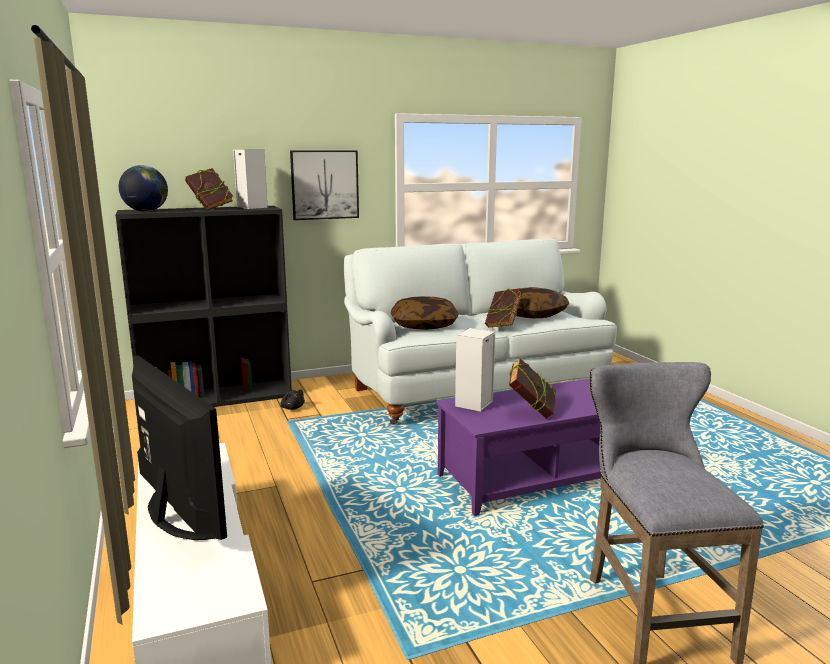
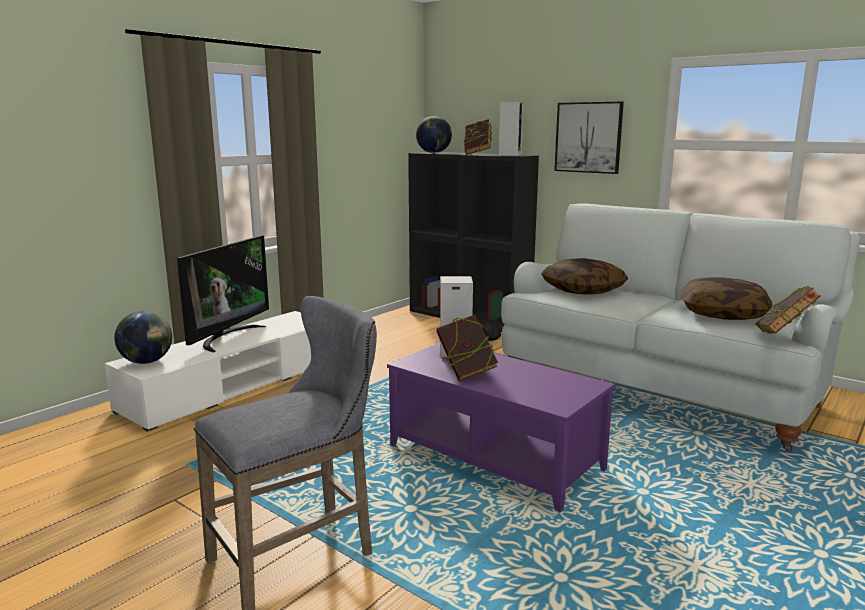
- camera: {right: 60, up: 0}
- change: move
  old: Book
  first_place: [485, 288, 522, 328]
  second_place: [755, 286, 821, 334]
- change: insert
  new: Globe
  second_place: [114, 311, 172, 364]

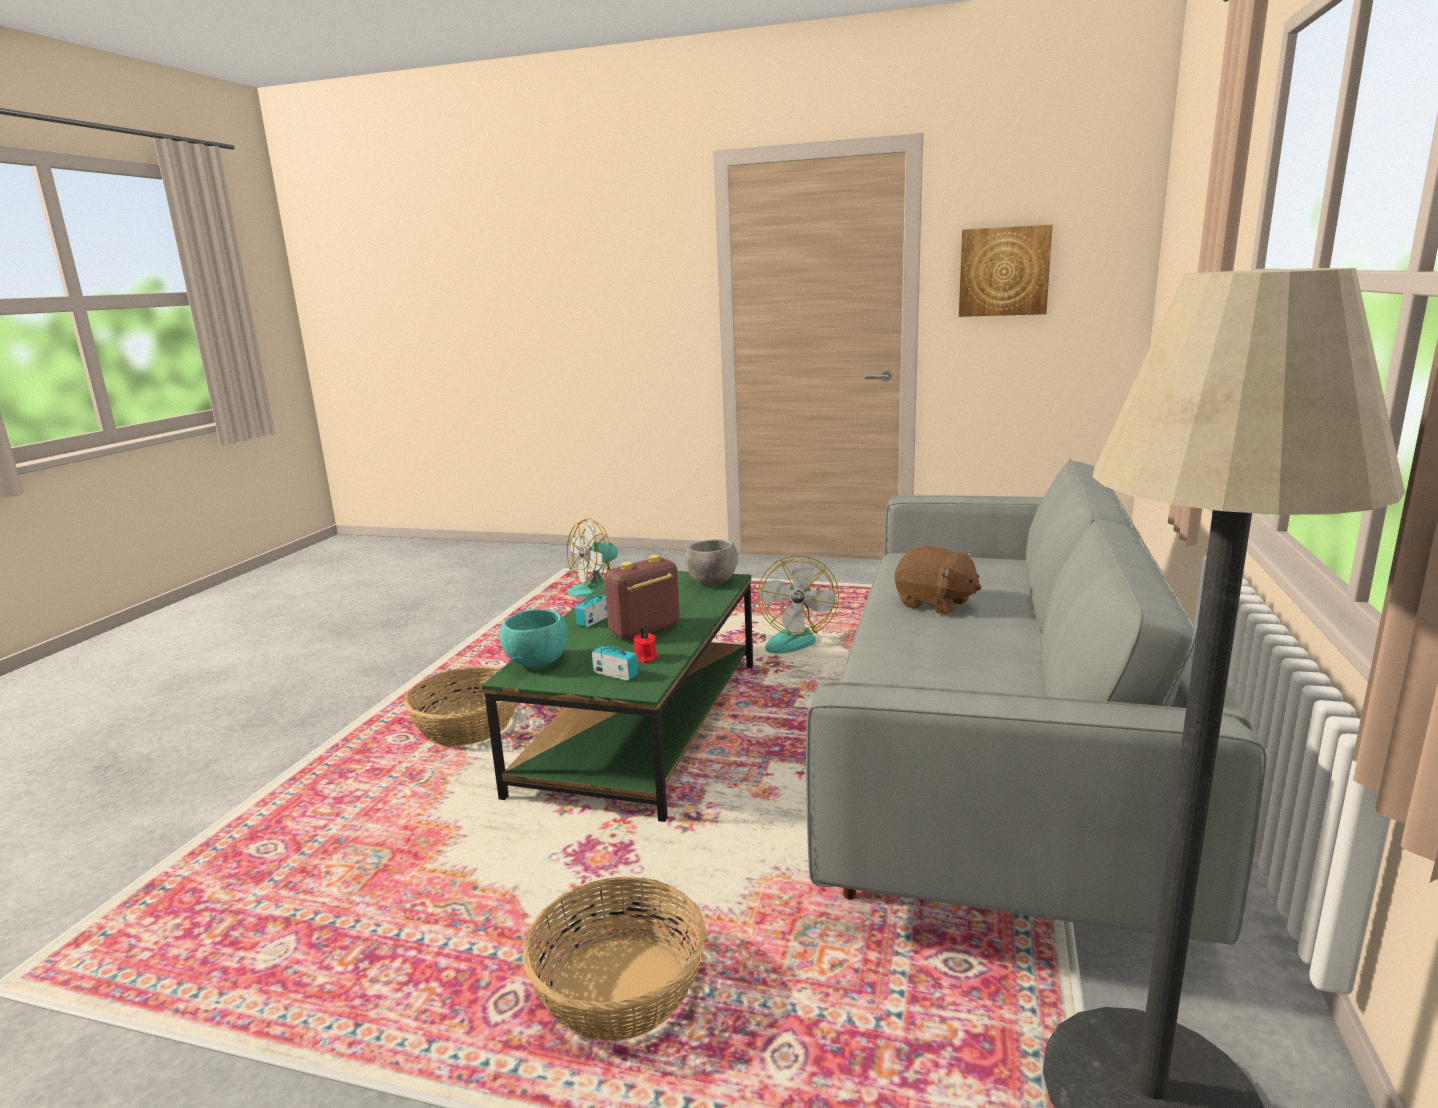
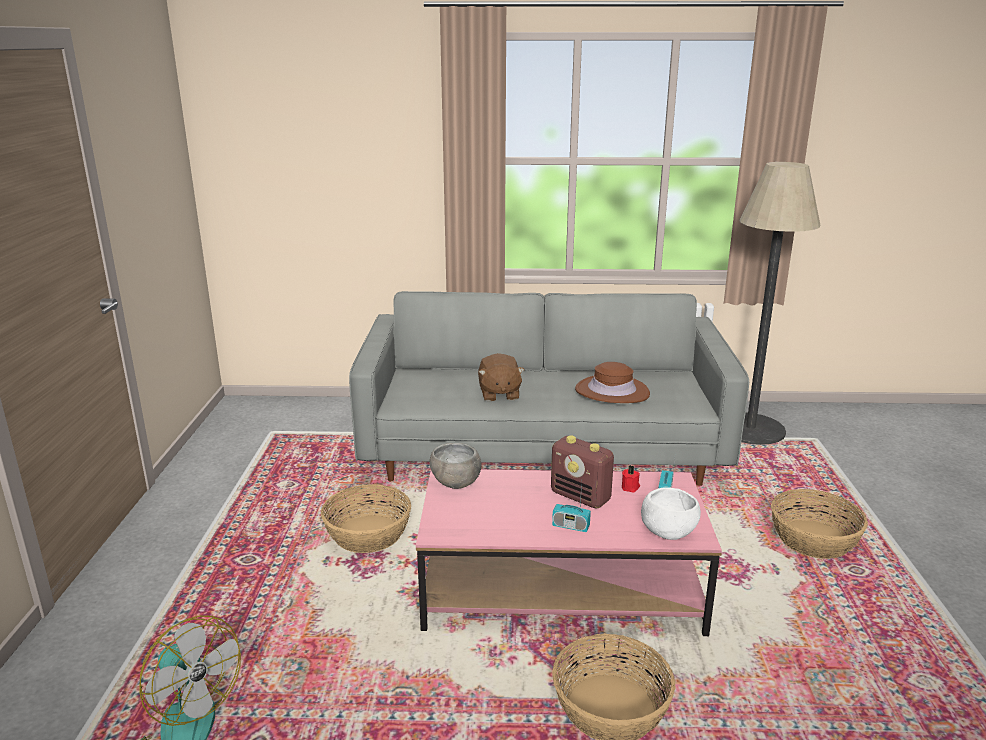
- camera: {right: -105, up: 5}
- change: delete
  old: WallArt
  first_place: [959, 225, 1053, 317]
- change: rotate
  old: BrownCuddlyToy
  first_place: [895, 546, 981, 615]
  second_place: [478, 353, 525, 401]
  degrees: 150
- change: replace
  old: Fan
  new: StorageBasket
  first_place: [758, 555, 839, 654]
  second_place: [321, 484, 411, 553]
- change: recolor
  old: GreenColouredLowTable
  new: PinkColouredLowTable
  first_place: [482, 571, 753, 822]
  second_place: [416, 470, 722, 636]
- change: recolor
  old: BlueGreenServingBowl
  new: WhiteColouredServingBowl
  first_place: [500, 609, 568, 667]
  second_place: [641, 487, 701, 540]
- change: insert
  new: BrownClothingHat
  second_place: [575, 362, 650, 403]

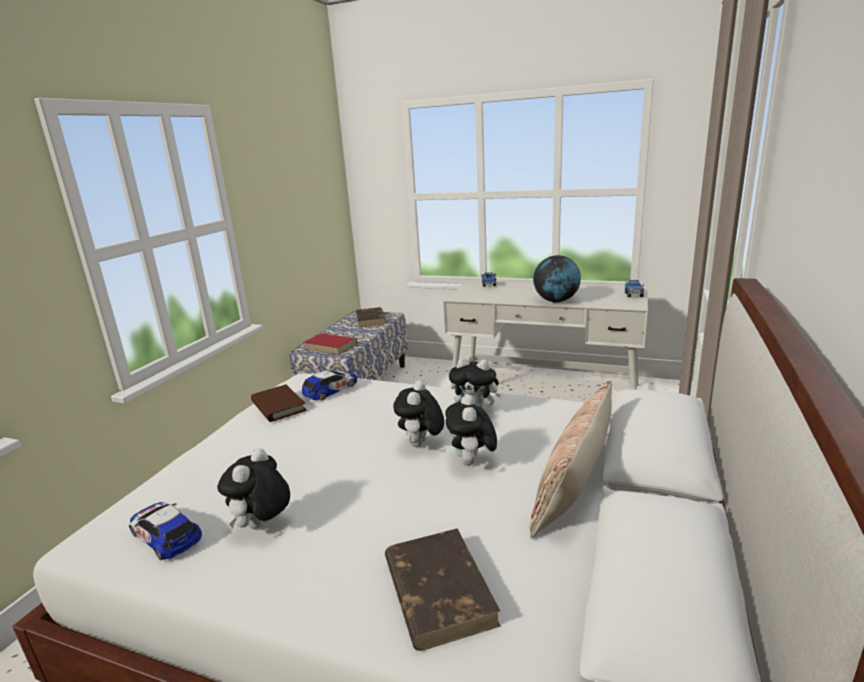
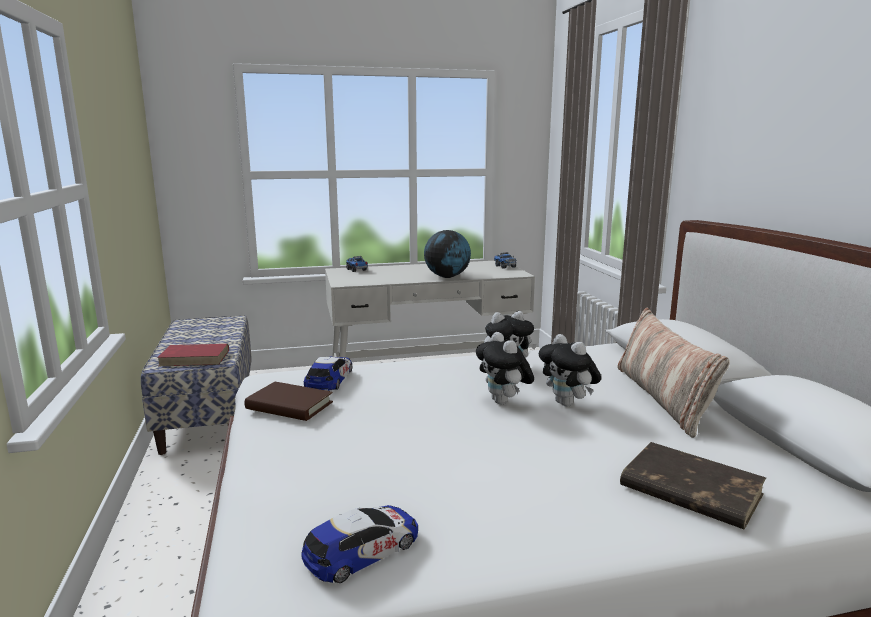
- camera: {right: -35, up: -5}
- change: delete
  old: BrownBook
  first_place: [356, 307, 387, 327]
- change: delete
  old: CuddlyToy
  first_place: [217, 448, 290, 529]
- change: rotate
  old: ModelCar
  first_place: [129, 502, 202, 560]
  second_place: [301, 505, 418, 583]
  degrees: 135

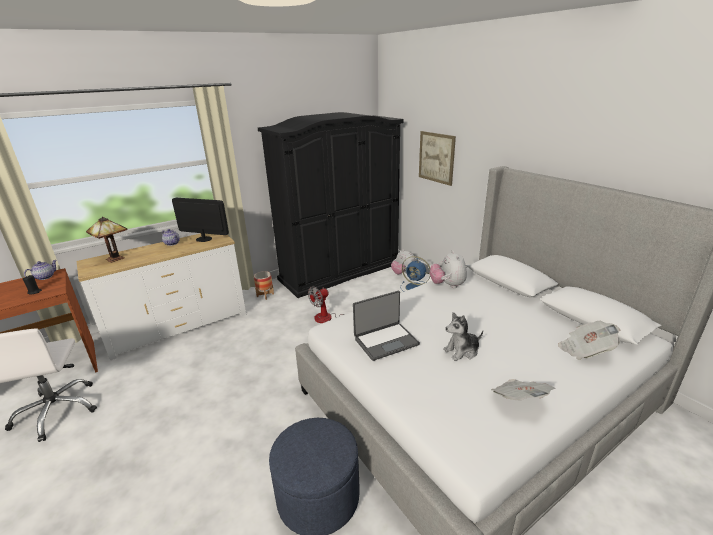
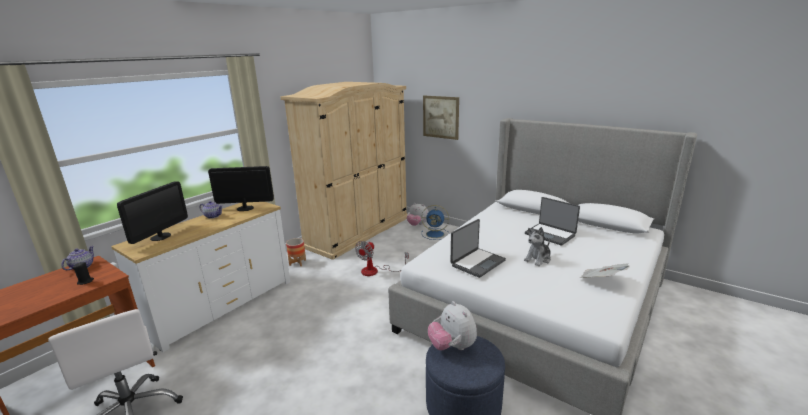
- camera: {right: -20, up: -5}
- change: recolor
  old: BlackColouredWardrobe
  new: SandColouredWardrobe
  first_place: [258, 112, 404, 298]
  second_place: [280, 82, 408, 260]
- change: replace
  old: TableLamp
  new: ComputerDisplay
  first_place: [86, 217, 128, 263]
  second_place: [117, 181, 188, 244]
- change: move
  old: CuddlyToy
  first_place: [430, 250, 467, 288]
  second_place: [428, 301, 477, 350]
- change: delete
  old: DailyPaper
  first_place: [558, 321, 620, 360]
- change: insert
  new: Laptop
  second_place: [525, 197, 580, 246]

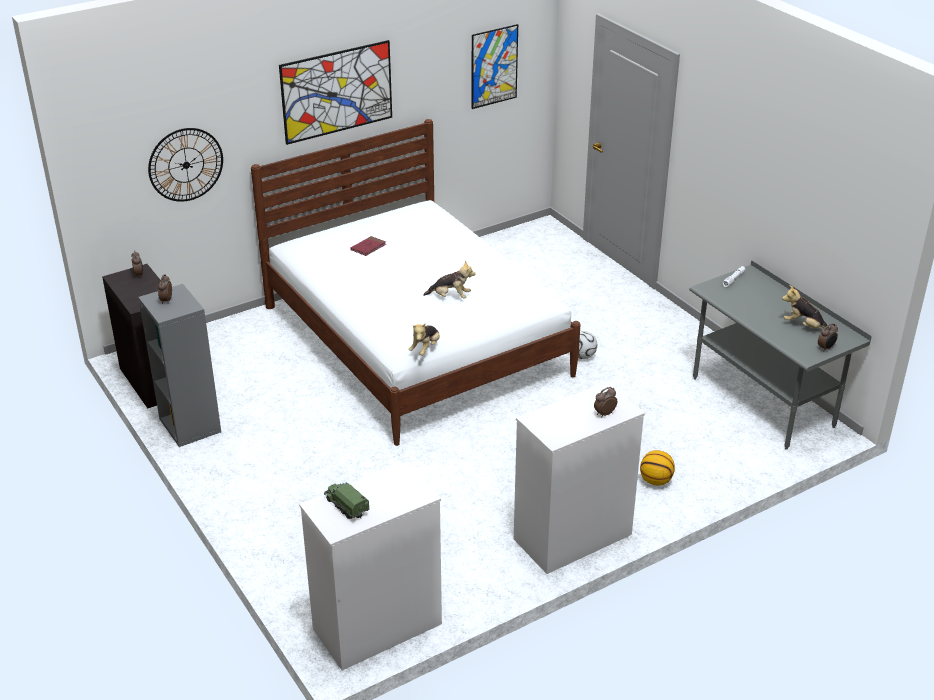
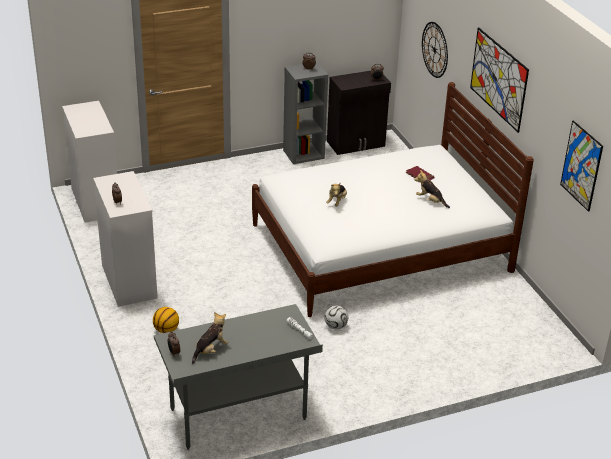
- camera: {right: 100, up: 0}
- change: move
  old: CuddlyToy
  first_place: [409, 323, 440, 356]
  second_place: [414, 170, 450, 208]
- change: delete
  old: ToyLorry
  first_place: [324, 483, 370, 519]

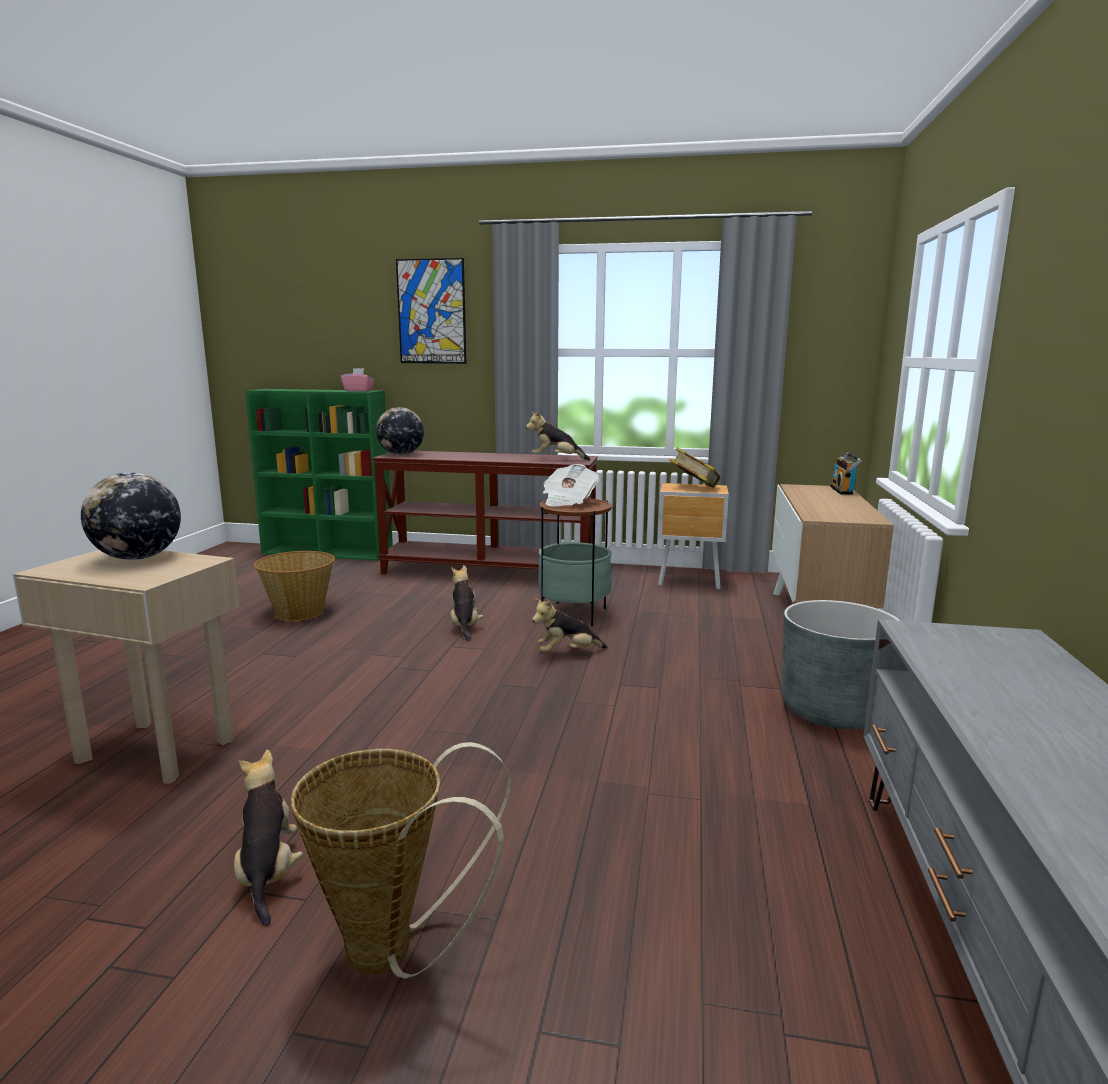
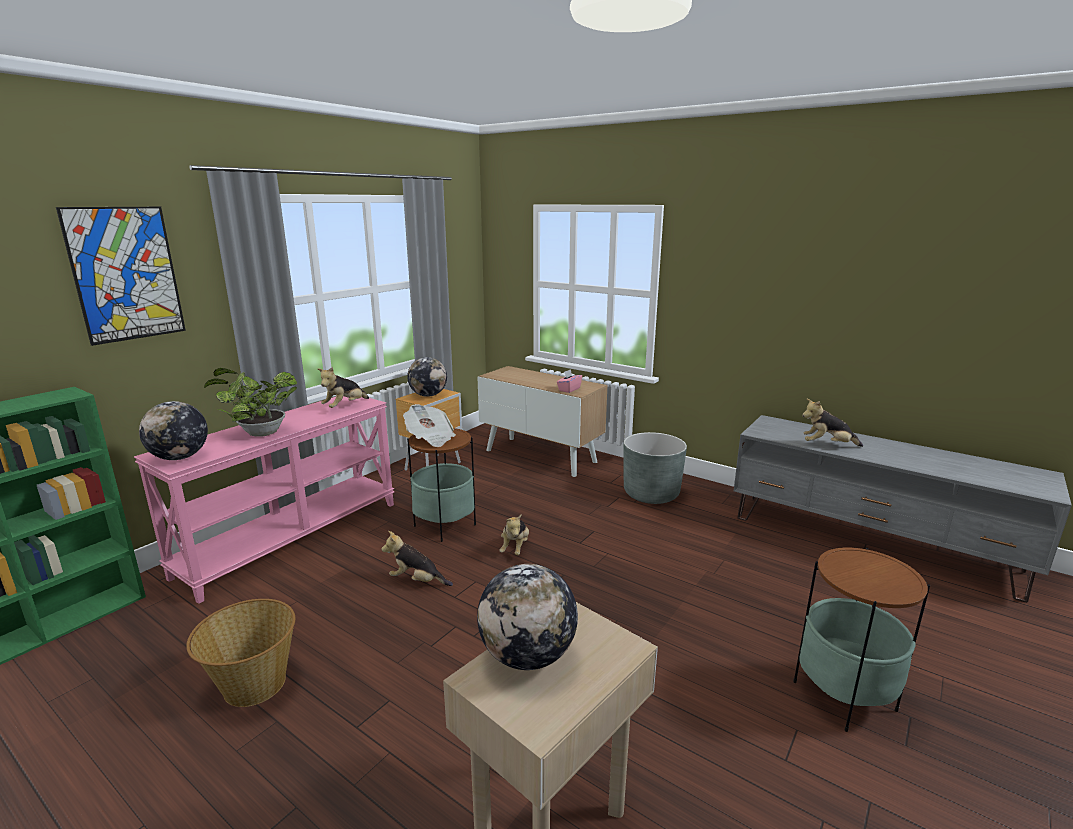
- camera: {right: -65, up: 5}
- change: move
  old: PinkColouredTissueBox
  first_place: [341, 368, 374, 391]
  second_place: [557, 369, 582, 393]
- change: replace
  old: Book
  new: Globe
  first_place: [669, 447, 721, 488]
  second_place: [407, 357, 447, 397]
- change: recolor
  old: BrownConsoleTable
  new: PinkColouredConsoleTable
  first_place: [372, 451, 598, 574]
  second_place: [134, 396, 394, 604]
- change: delete
  old: RadioSet
  first_place: [830, 452, 862, 495]
- change: replace
  old: StorageBasket
  new: EndTable
  first_place: [291, 742, 512, 979]
  second_place: [793, 547, 930, 732]
- change: move
  old: CuddlyToy
  first_place: [234, 750, 303, 926]
  second_place: [802, 398, 863, 447]
- change: insert
  new: PlantInAPot
  second_place: [204, 368, 297, 436]

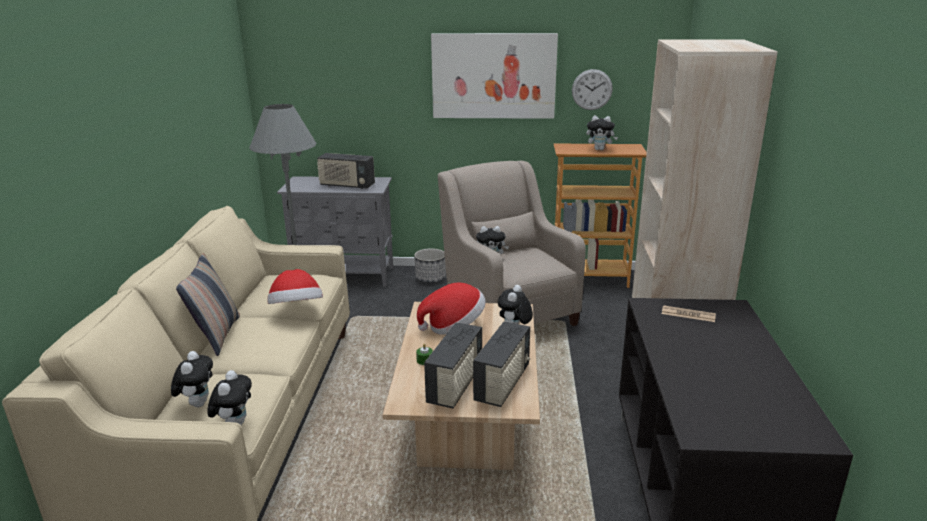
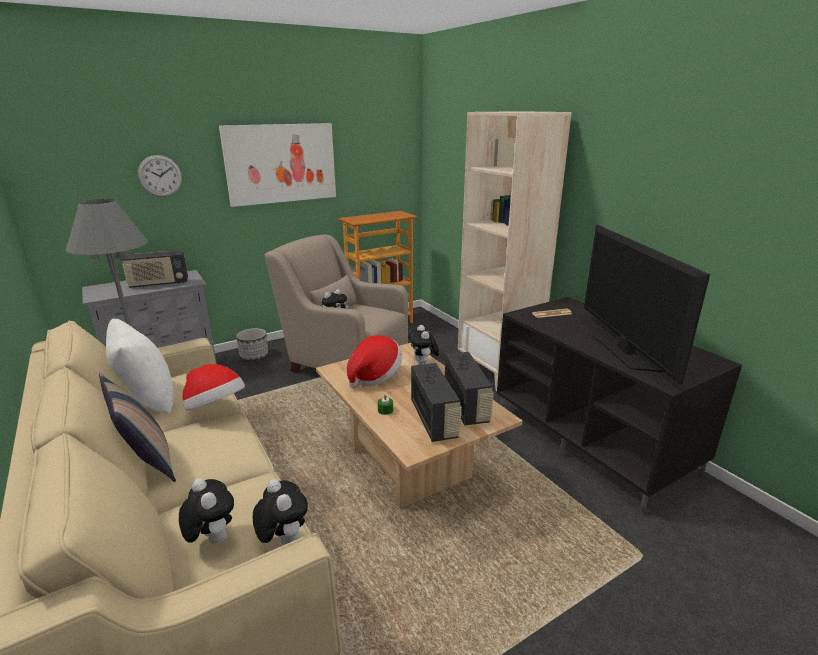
- camera: {right: -35, up: 0}
- change: move
  old: WallClock
  first_place: [572, 69, 613, 110]
  second_place: [138, 155, 182, 197]
- change: delete
  old: CuddlyToy
  first_place: [586, 116, 618, 150]
- change: insert
  new: TvSet
  second_place: [584, 225, 710, 385]
- change: insert
  new: WhiteColouredThrowPillow
  second_place: [106, 319, 174, 415]

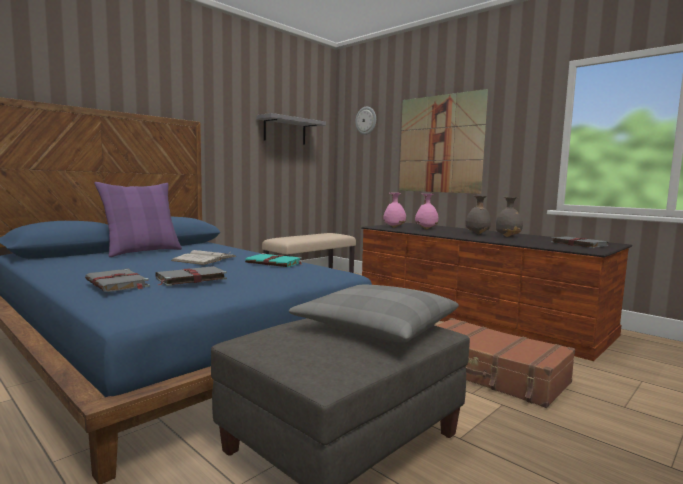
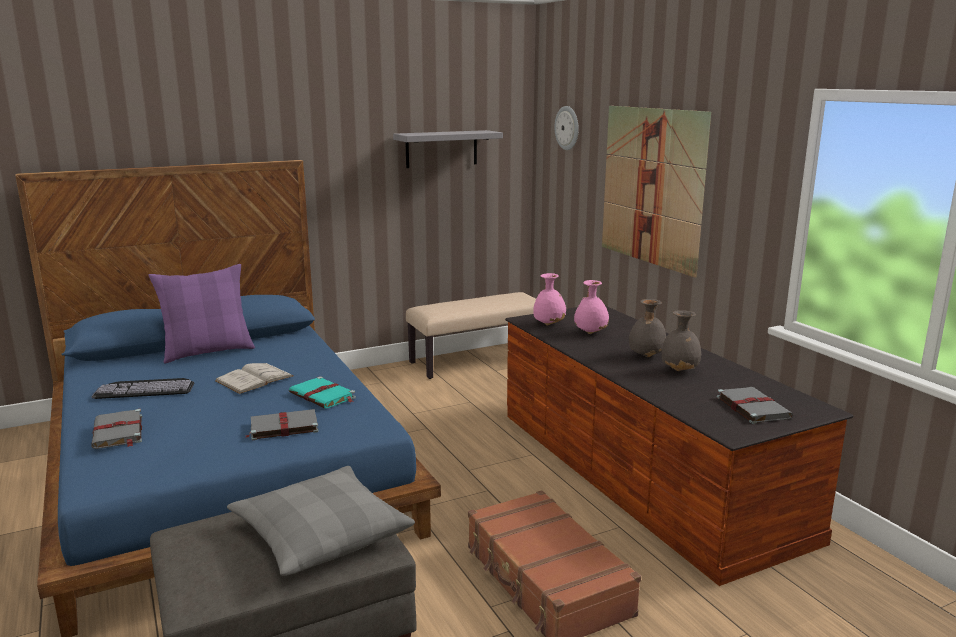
- camera: {right: 20, up: 10}
- change: move
  old: GreyishBook
  first_place: [155, 266, 227, 286]
  second_place: [245, 409, 319, 440]
- change: insert
  new: ComputerKeyboard
  second_place: [92, 378, 195, 399]

